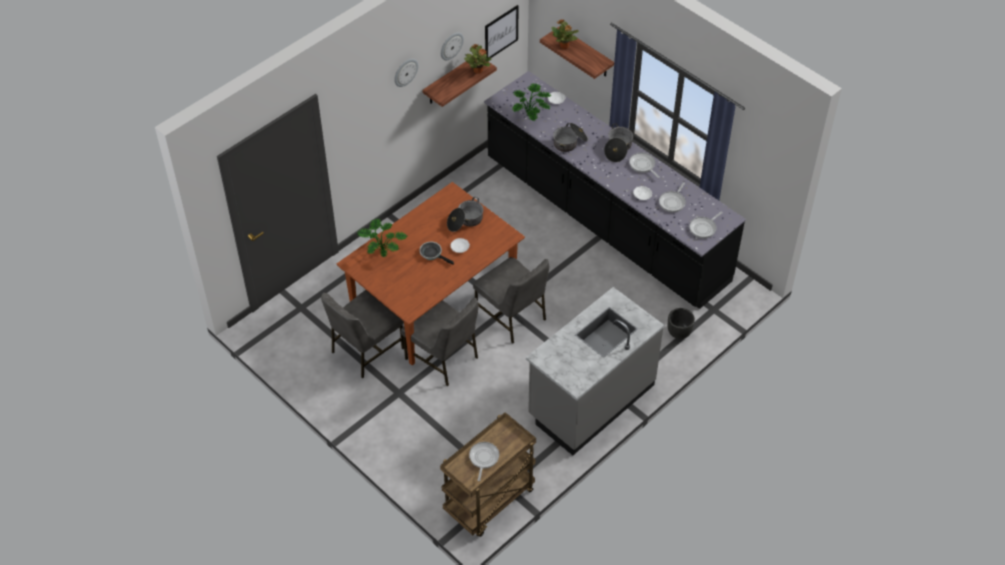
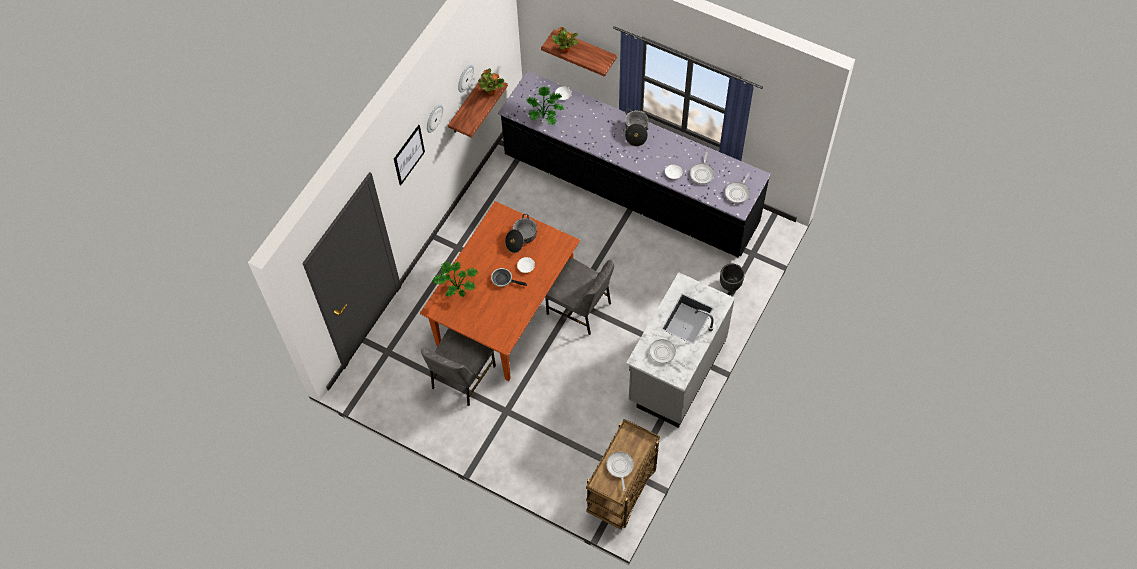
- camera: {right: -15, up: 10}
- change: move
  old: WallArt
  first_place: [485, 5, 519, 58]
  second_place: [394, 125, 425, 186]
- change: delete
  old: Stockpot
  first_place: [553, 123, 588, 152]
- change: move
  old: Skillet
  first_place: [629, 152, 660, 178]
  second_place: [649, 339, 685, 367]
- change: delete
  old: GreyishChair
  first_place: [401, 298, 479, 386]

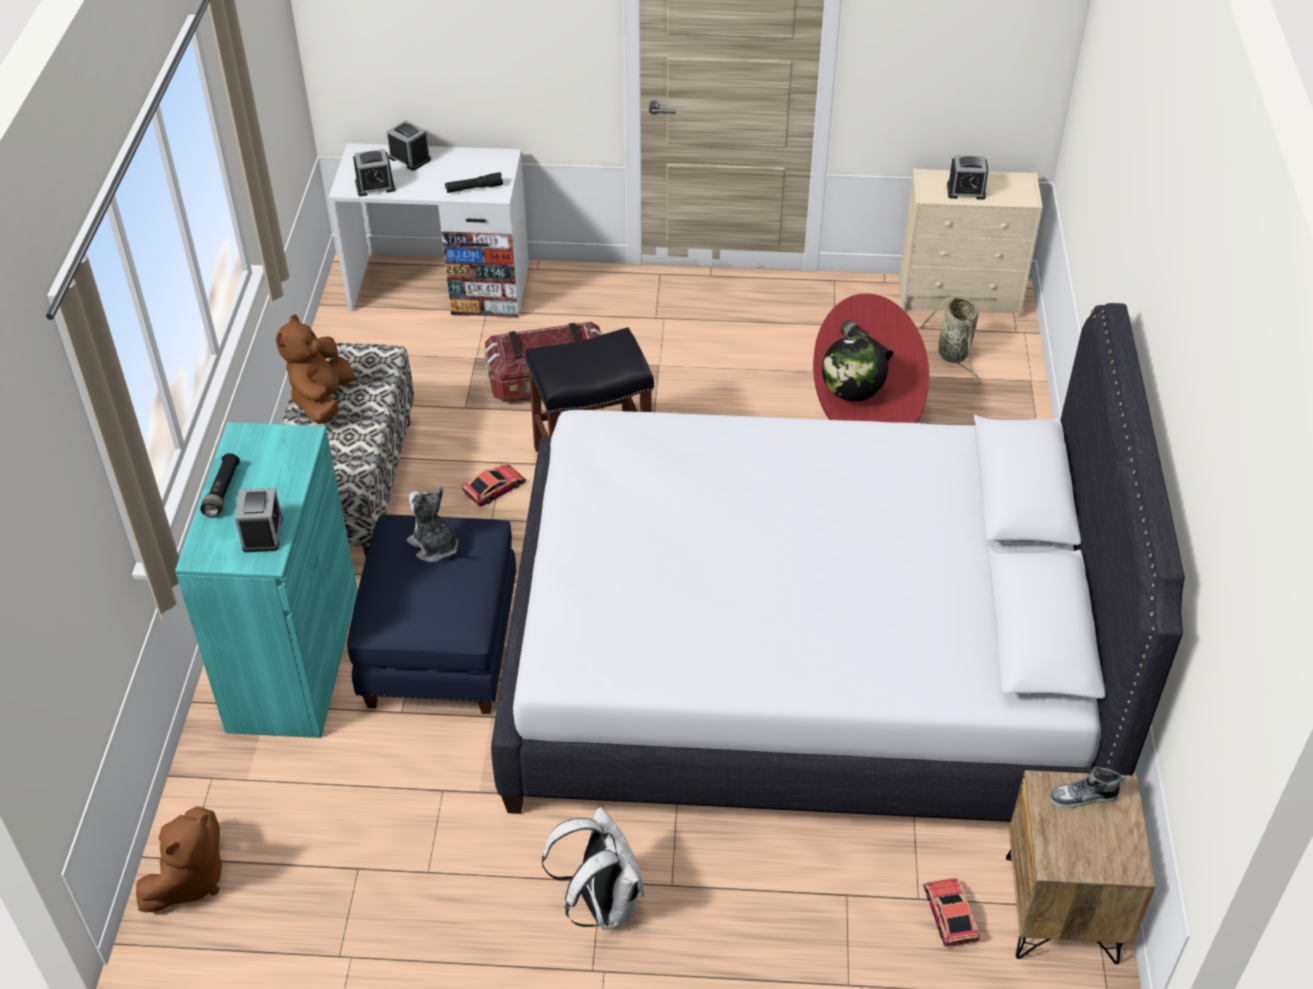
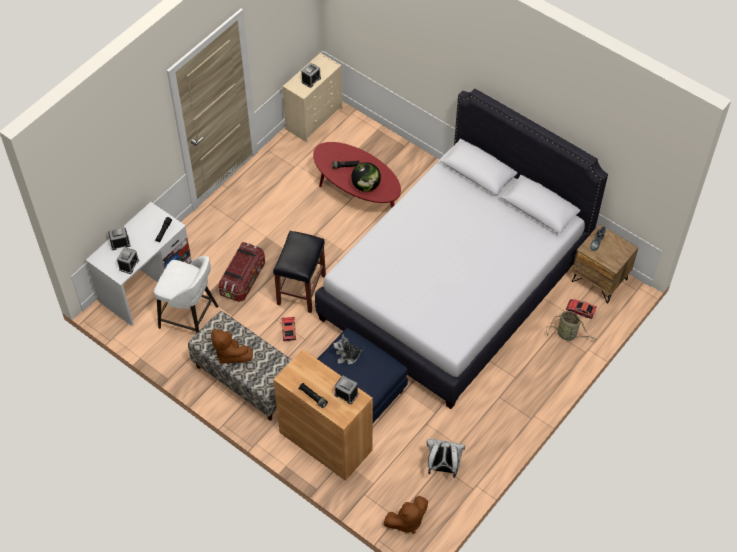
- camera: {right: -55, up: 10}
- change: move
  old: StorageBasket
  first_place: [919, 294, 982, 384]
  second_place: [546, 311, 597, 341]
- change: recolor
  old: BlueGreenStorageCabinet
  new: BrownStorageCabinet
  first_place: [175, 422, 358, 738]
  second_place: [273, 349, 373, 481]
- change: rotate
  old: BrownCuddlyToy
  first_place: [136, 807, 222, 912]
  second_place: [383, 496, 428, 534]
  degrees: 90
- change: move
  old: WhiteColouredKnapsack
  first_place: [542, 807, 644, 930]
  second_place: [427, 439, 465, 477]
- change: insert
  new: WhiteColouredSittingStool
  second_place: [154, 256, 219, 333]

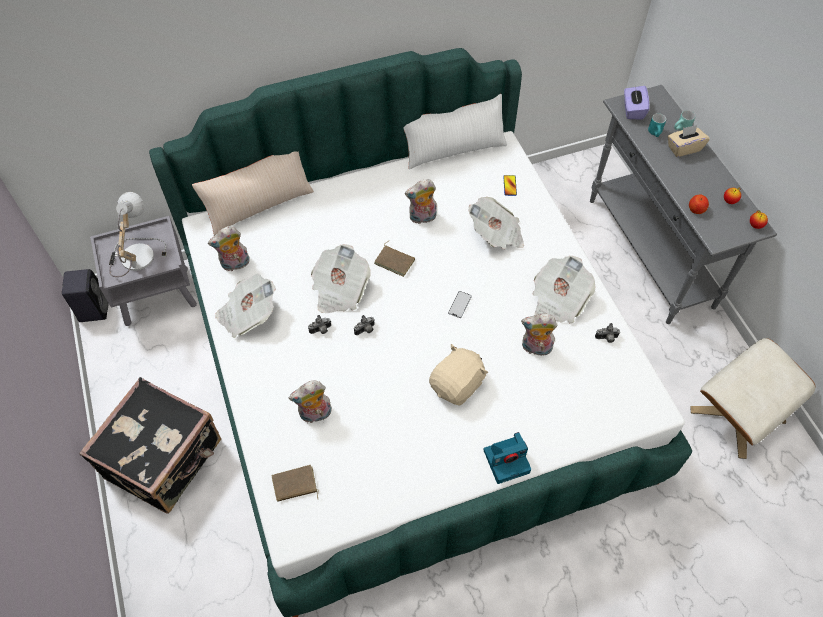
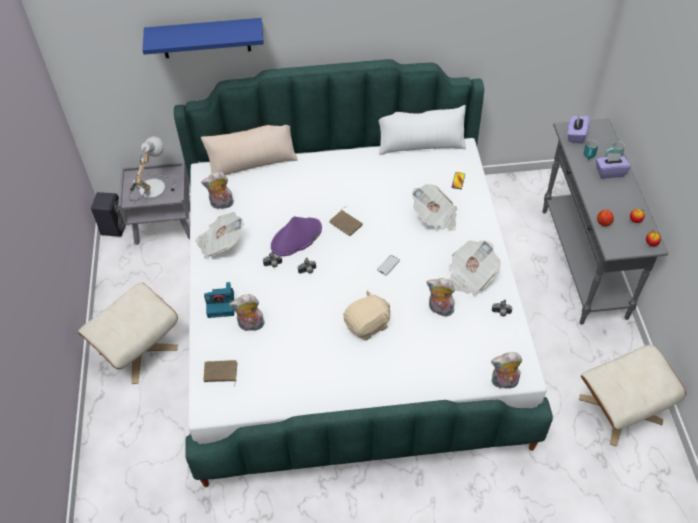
- camera: {right: 15, up: -5}
- change: recolor
  old: SandColouredTissueBox
  new: PurpleTissueBox
  first_place: [668, 125, 710, 157]
  second_place: [596, 153, 631, 178]
- change: move
  old: CuddlyToy
  first_place: [405, 179, 437, 224]
  second_place: [491, 352, 522, 389]
- change: replace
  old: DailyPaper
  new: PurpleClothingHat
  first_place: [311, 244, 371, 313]
  second_place: [271, 216, 322, 256]
- change: replace
  old: BlackColouredSuitcase
  new: SandColouredFootrest
  first_place: [79, 377, 221, 514]
  second_place: [78, 282, 178, 384]
- change: move
  old: PhotoCamera
  first_place: [483, 432, 531, 484]
  second_place: [204, 282, 234, 318]
- change: insert
  new: BluishWallShelf
  second_place: [142, 18, 264, 58]

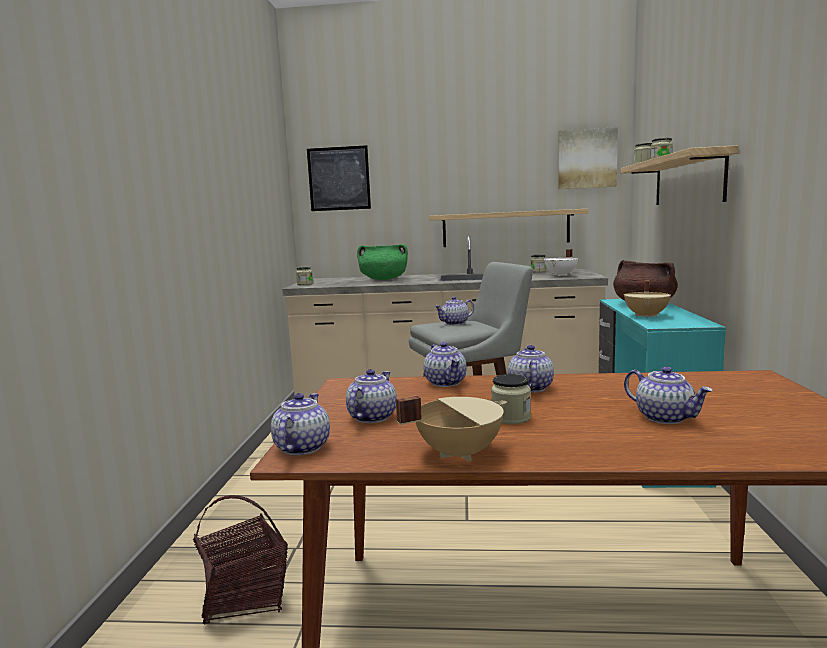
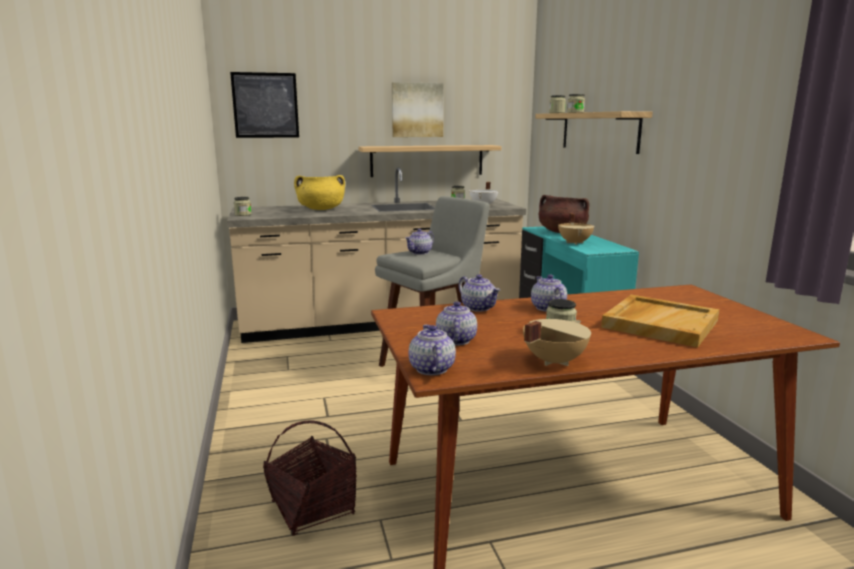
- camera: {right: -20, up: 5}
- change: move
  old: WallArt
  first_place: [558, 127, 618, 189]
  second_place: [392, 82, 444, 137]
- change: recolor
  old: GreenColouredStockpot
  new: YellowishStockpot
  first_place: [357, 244, 408, 280]
  second_place: [294, 175, 345, 210]
- change: replace
  old: TeaPot
  new: SandColouredTray
  first_place: [624, 366, 713, 424]
  second_place: [601, 295, 719, 348]

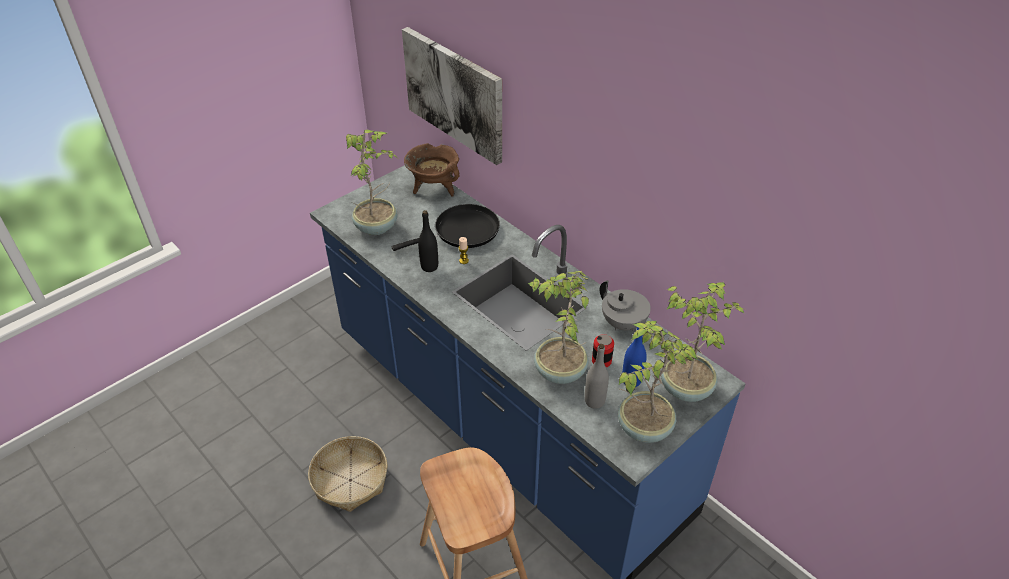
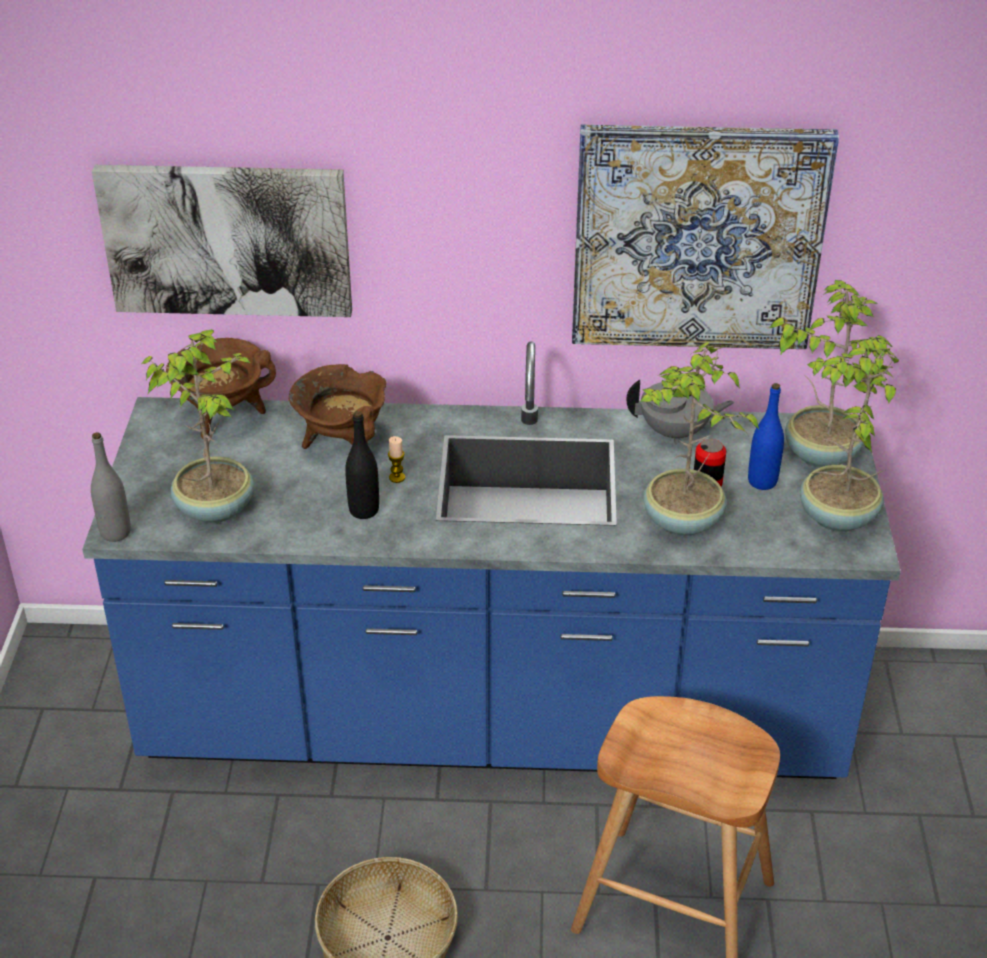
- camera: {right: -45, up: -5}
- change: replace
  old: BlackColouredSkillet
  new: BrownStockpot
  first_place: [392, 204, 500, 251]
  second_place: [289, 364, 386, 449]
- change: move
  old: GreyishDrinkBottle
  first_place: [585, 344, 609, 409]
  second_place: [91, 432, 131, 542]
- change: insert
  new: WallArt
  second_place: [572, 124, 839, 349]

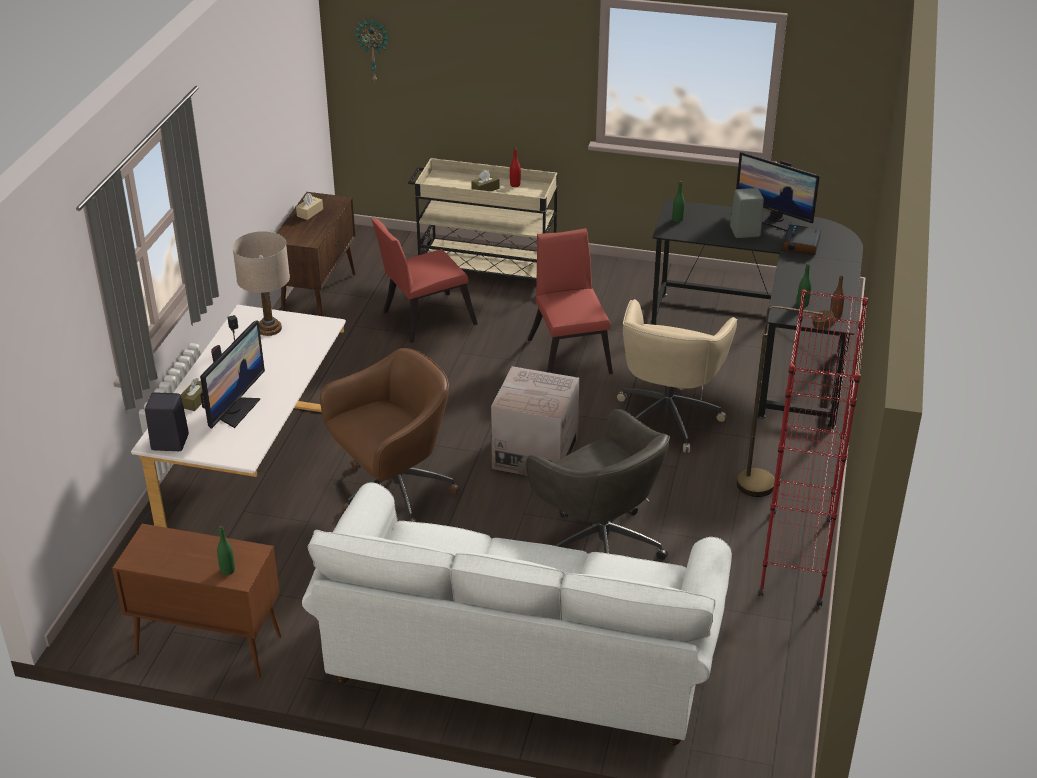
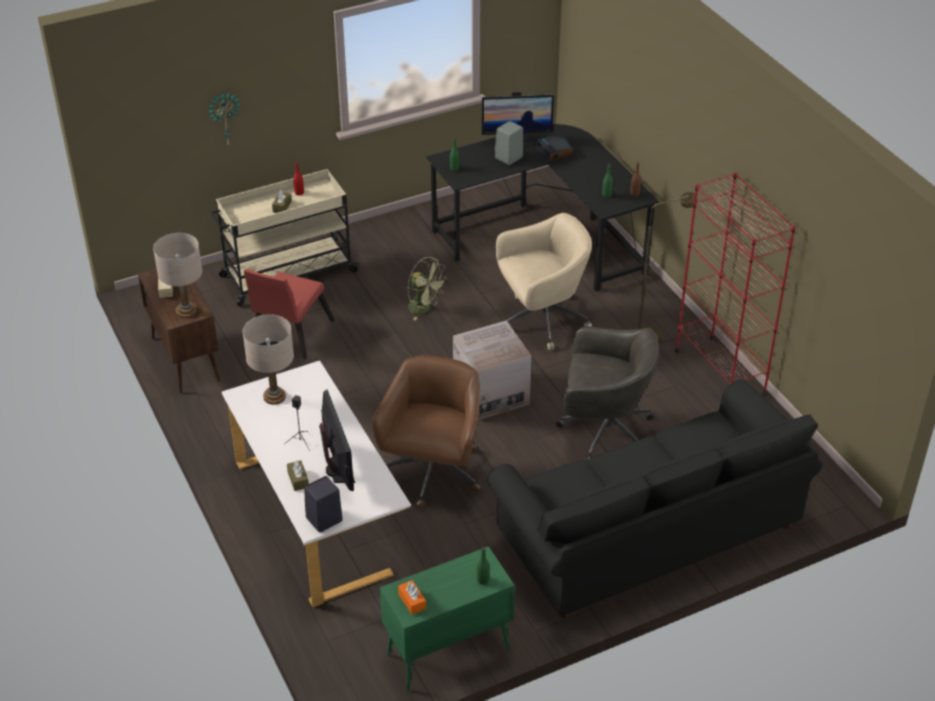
- camera: {right: -40, up: 5}
- change: move
  old: WallClock
  first_place: [355, 19, 390, 82]
  second_place: [208, 93, 240, 146]
- change: replace
  old: RedChair
  new: GreenColouredFan
  first_place: [528, 228, 613, 374]
  second_place: [408, 257, 447, 320]
- change: rotate
  old: SandColouredComputerChair
  first_place: [617, 299, 738, 452]
  second_place: [496, 213, 592, 350]
  degrees: -90
- change: recolor
  old: WhiteColouredSofa
  new: BlackColouredSofa
  first_place: [302, 482, 732, 745]
  second_place: [487, 379, 823, 619]
- change: recolor
  old: BrownStorageCabinet
  new: GreenColouredStorageCabinet
  first_place: [112, 524, 282, 678]
  second_place: [380, 546, 515, 691]
- change: insert
  new: SandColouredTableLamp
  second_place: [153, 233, 202, 318]
- change: insert
  new: OrangeTissueBox
  second_place: [398, 580, 426, 615]

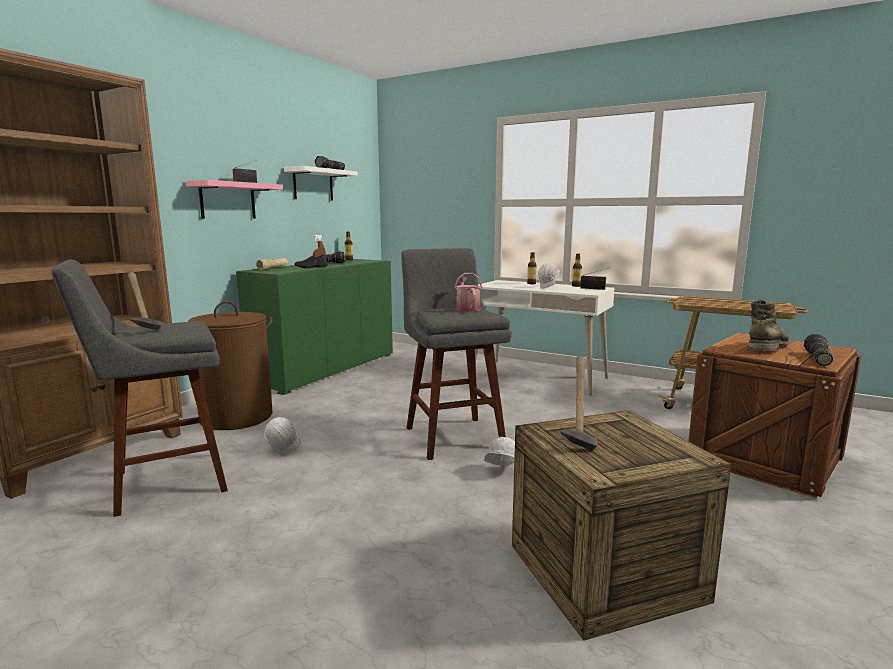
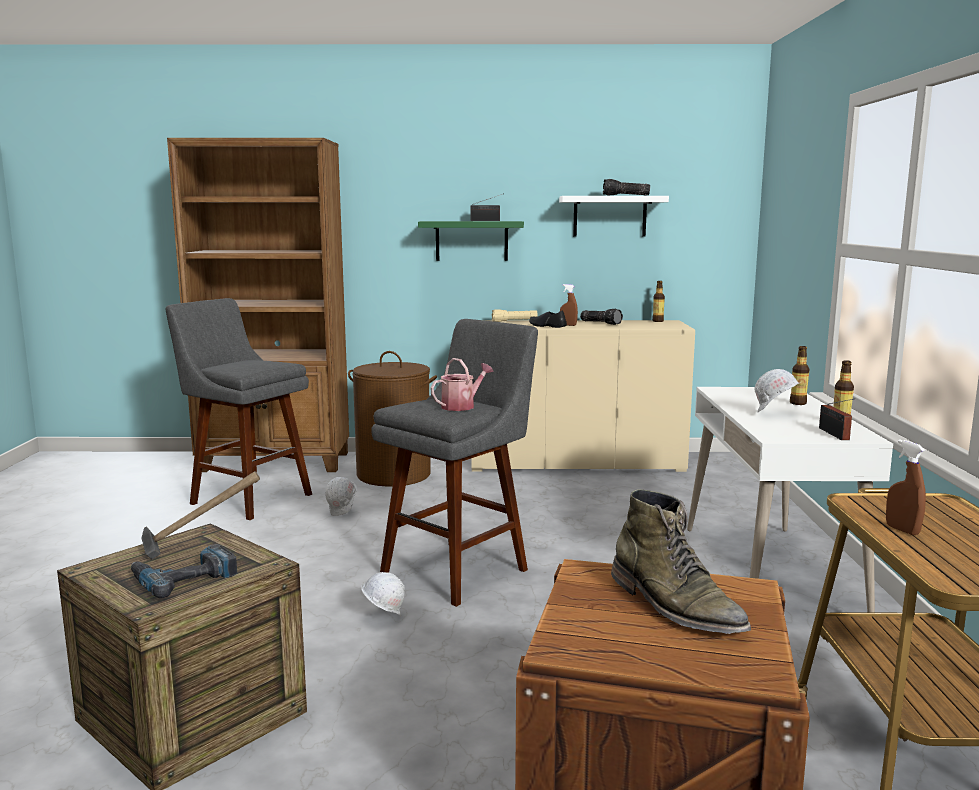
- camera: {right: 60, up: 0}
- change: recolor
  old: PinkColouredWallShelf
  new: GreenColouredWallShelf
  first_place: [186, 180, 283, 219]
  second_place: [418, 221, 524, 261]
- change: recolor
  old: GreenColouredStorageCabinet
  new: SandColouredStorageCabinet
  first_place: [236, 259, 393, 395]
  second_place: [471, 320, 695, 472]
- change: delete
  old: ToolHammer
  first_place: [128, 272, 162, 331]
- change: rotate
  old: GreenColouredBoot
  first_place: [749, 299, 791, 351]
  second_place: [611, 489, 751, 634]
  degrees: 45
- change: delete
  old: Torch
  first_place: [804, 334, 833, 366]
- change: insert
  new: BrownHandSprayer
  second_place: [886, 439, 926, 535]
- change: insert
  new: Drill
  second_place: [131, 544, 237, 598]

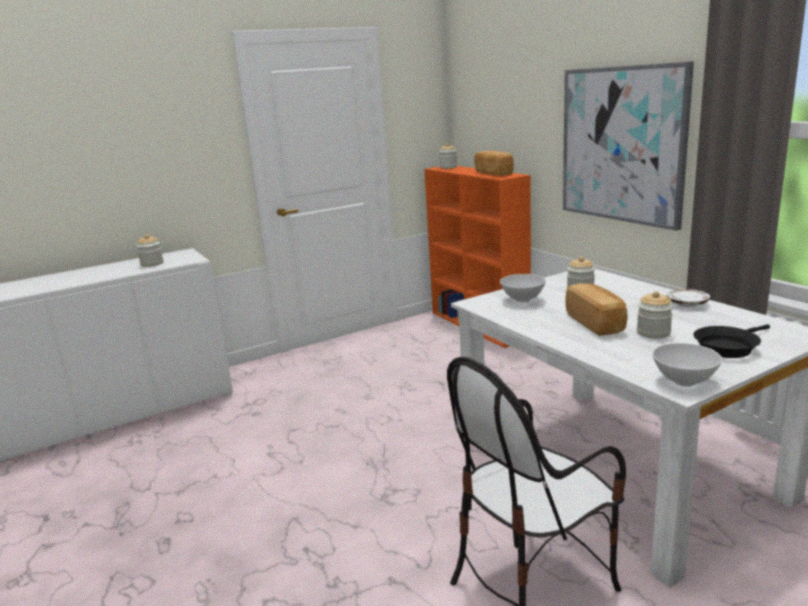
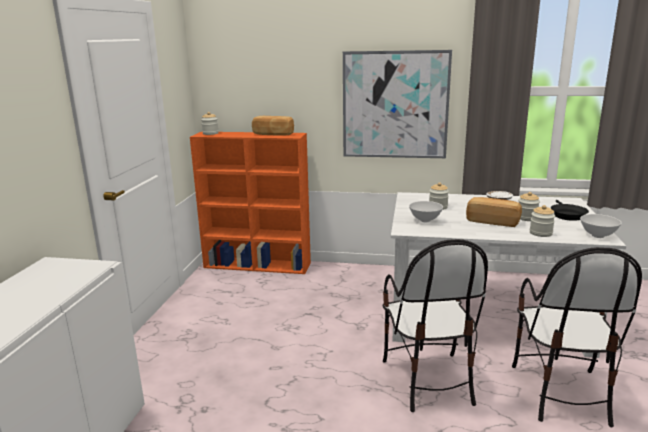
- camera: {right: -50, up: 0}
- change: move
  old: StorageJar
  first_place: [136, 234, 163, 267]
  second_place: [530, 205, 555, 237]
- change: insert
  new: Chair
  second_place: [383, 239, 488, 412]

